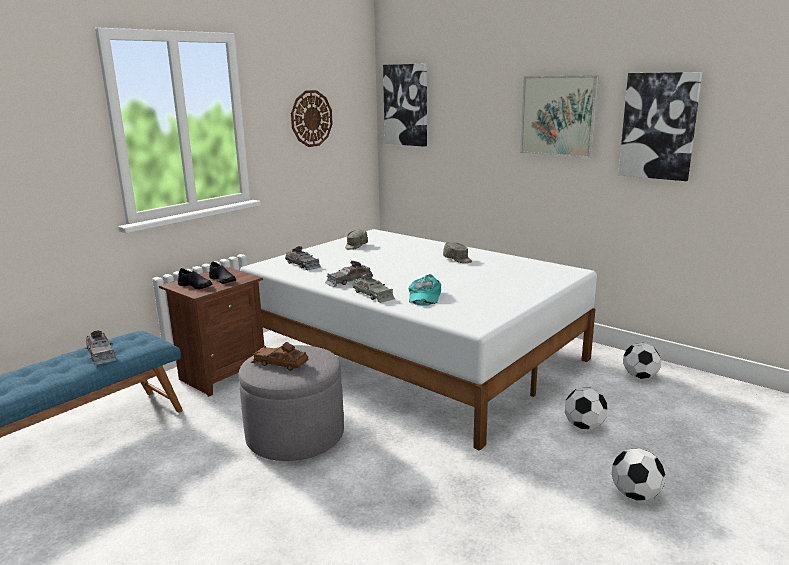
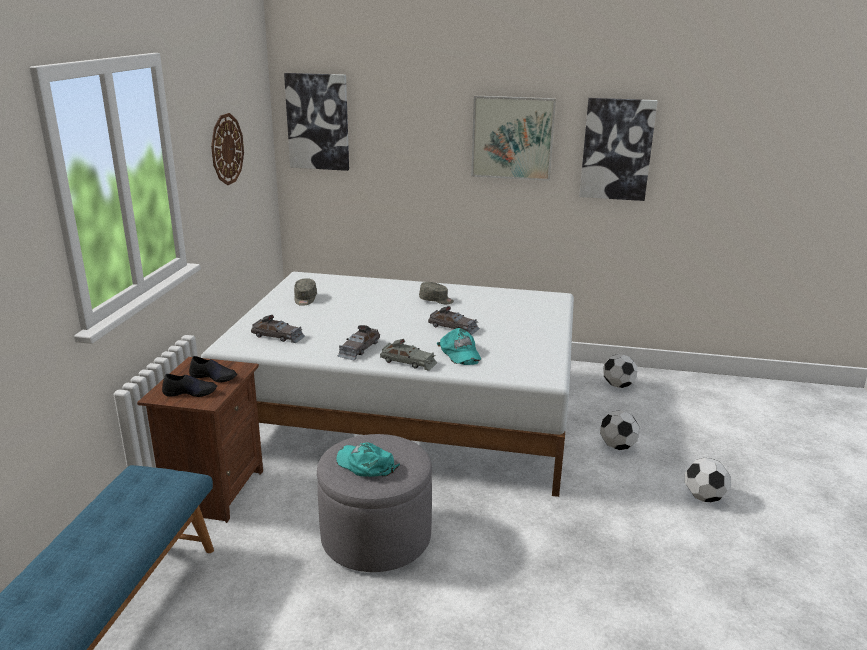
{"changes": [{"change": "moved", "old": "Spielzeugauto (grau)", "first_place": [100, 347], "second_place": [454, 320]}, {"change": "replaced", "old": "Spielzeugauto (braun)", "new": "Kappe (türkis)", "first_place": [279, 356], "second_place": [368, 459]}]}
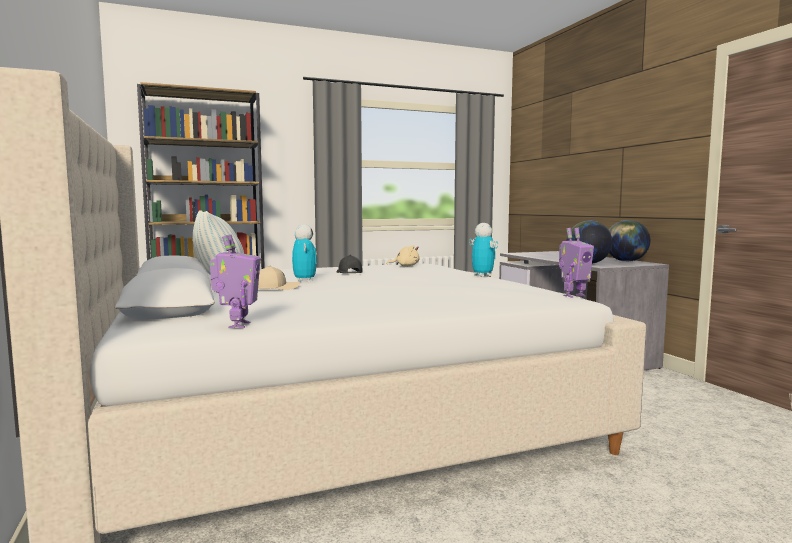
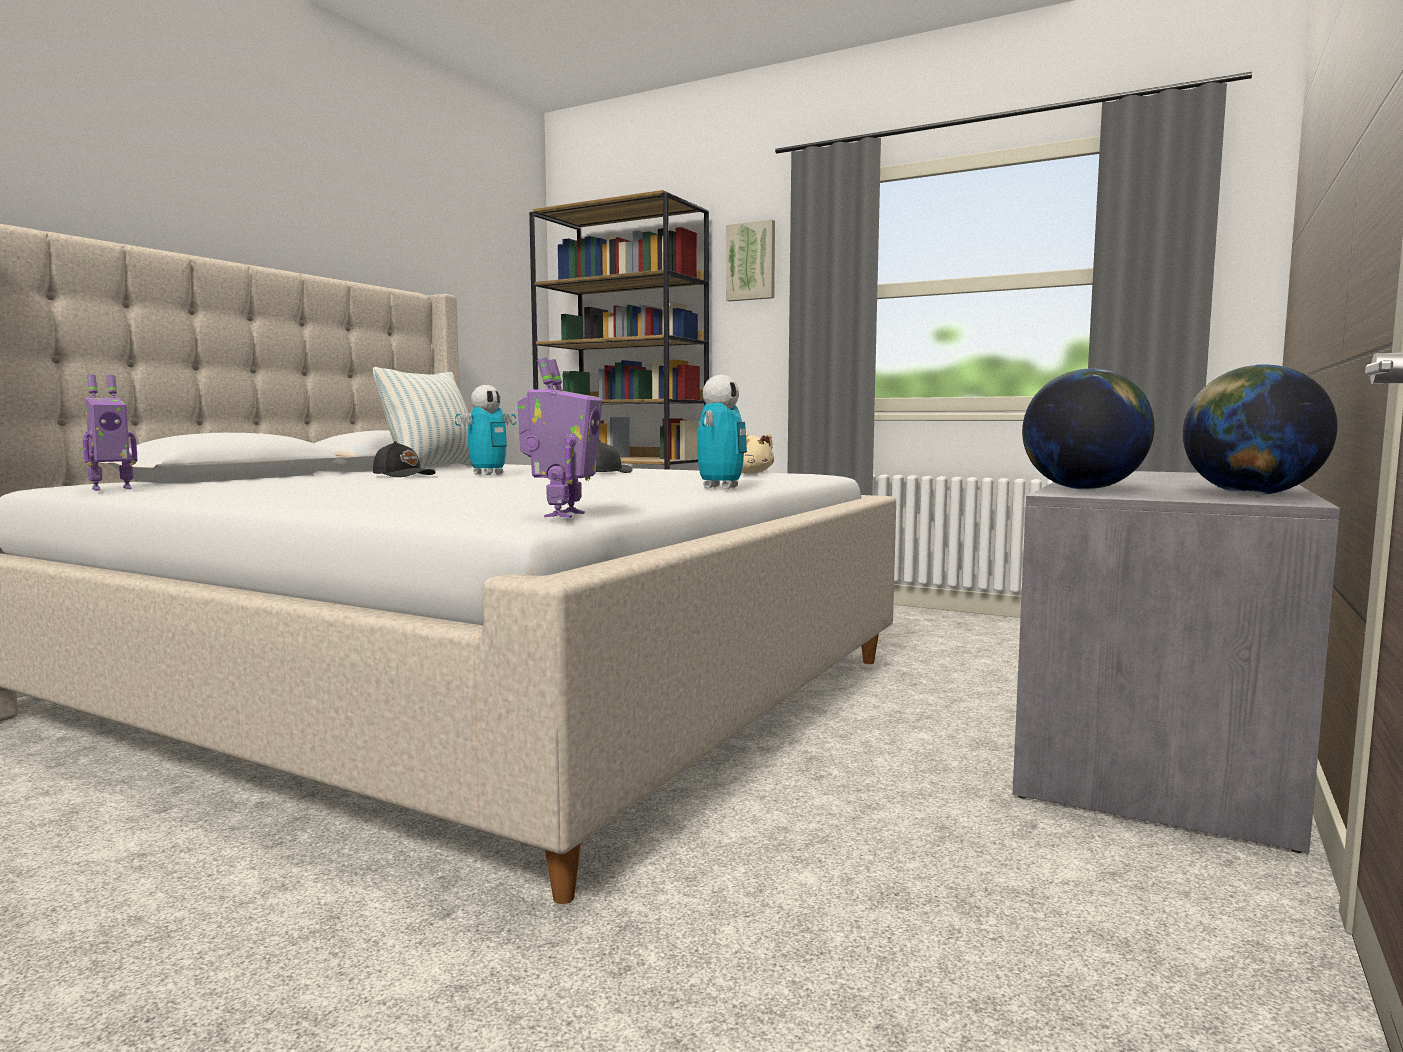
{"changes": [{"change": "added", "new": "Bild", "second_place": [750, 260]}, {"change": "recoloured", "old": "Kappe (beige)", "new": "Kappe (schwarz)", "first_place": [279, 277], "second_place": [404, 459]}, {"change": "turned", "old": "Spielzeugroboter", "first_place": [576, 263], "second_place": [559, 438], "degrees": -105}]}
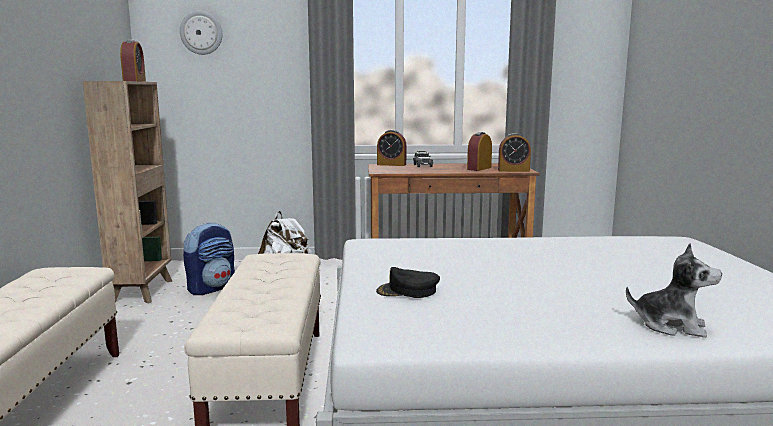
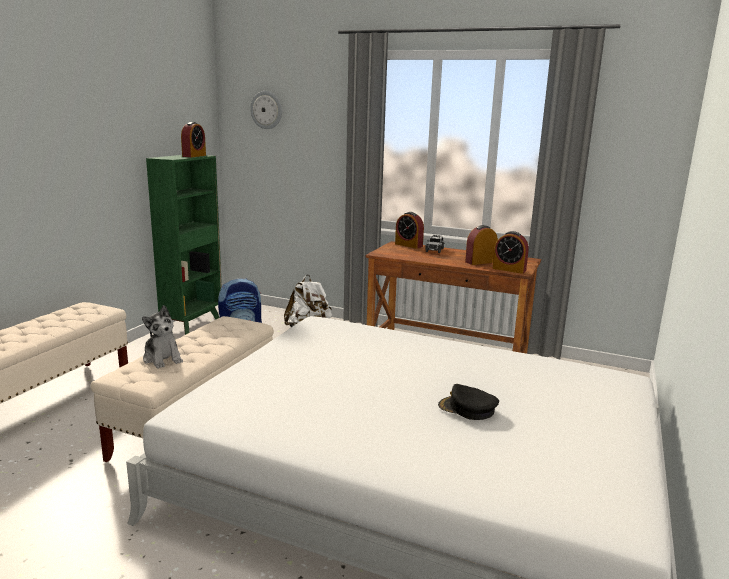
{"changes": [{"change": "moved", "old": "Kappe (schwarz)", "first_place": [408, 282], "second_place": [468, 402]}, {"change": "moved", "old": "Plüschtier", "first_place": [674, 290], "second_place": [162, 337]}, {"change": "recoloured", "old": "Bücherregal (braun)", "new": "Bücherregal (grün)", "first_place": [127, 192], "second_place": [184, 245]}]}
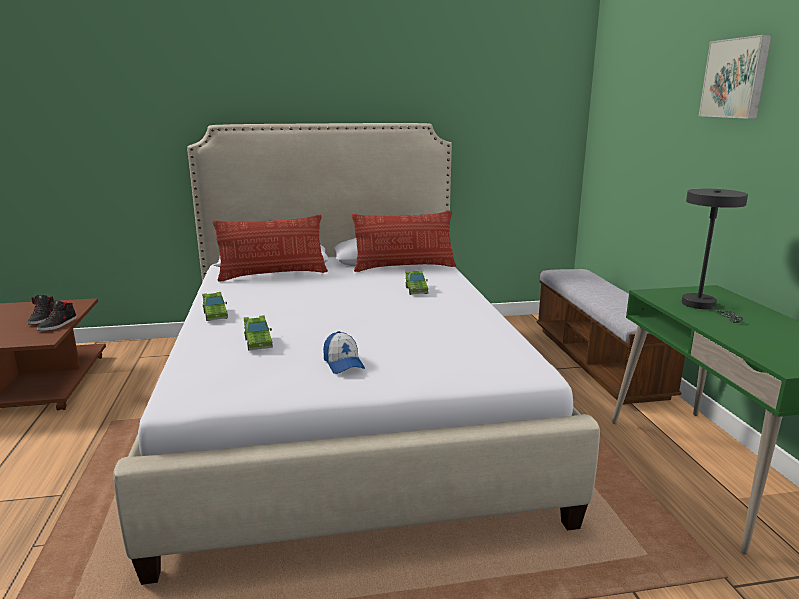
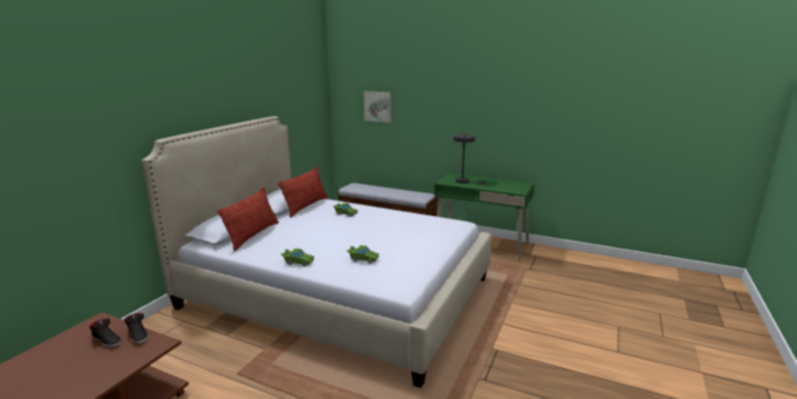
{"changes": [{"change": "removed", "old": "Kappe", "first_place": [344, 352]}, {"change": "moved", "old": "Bild", "first_place": [735, 77], "second_place": [377, 107]}]}
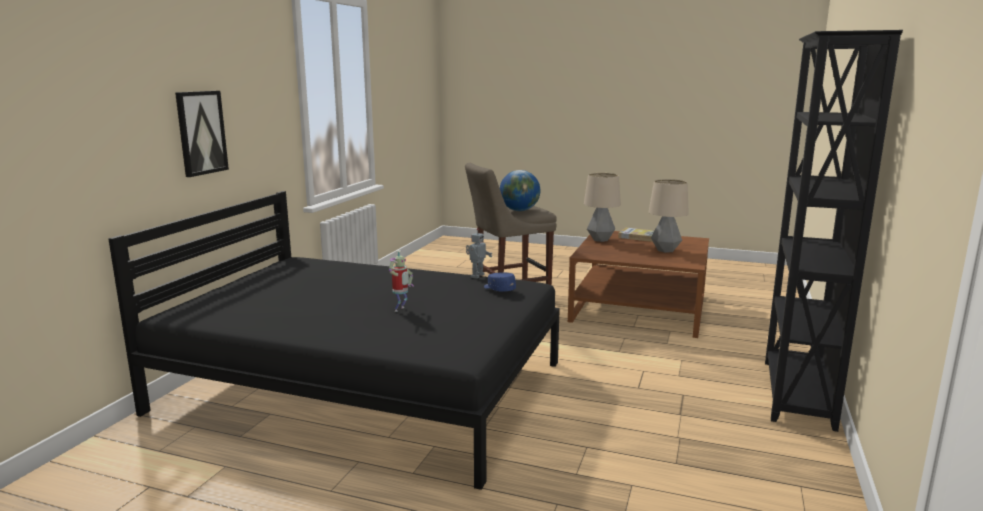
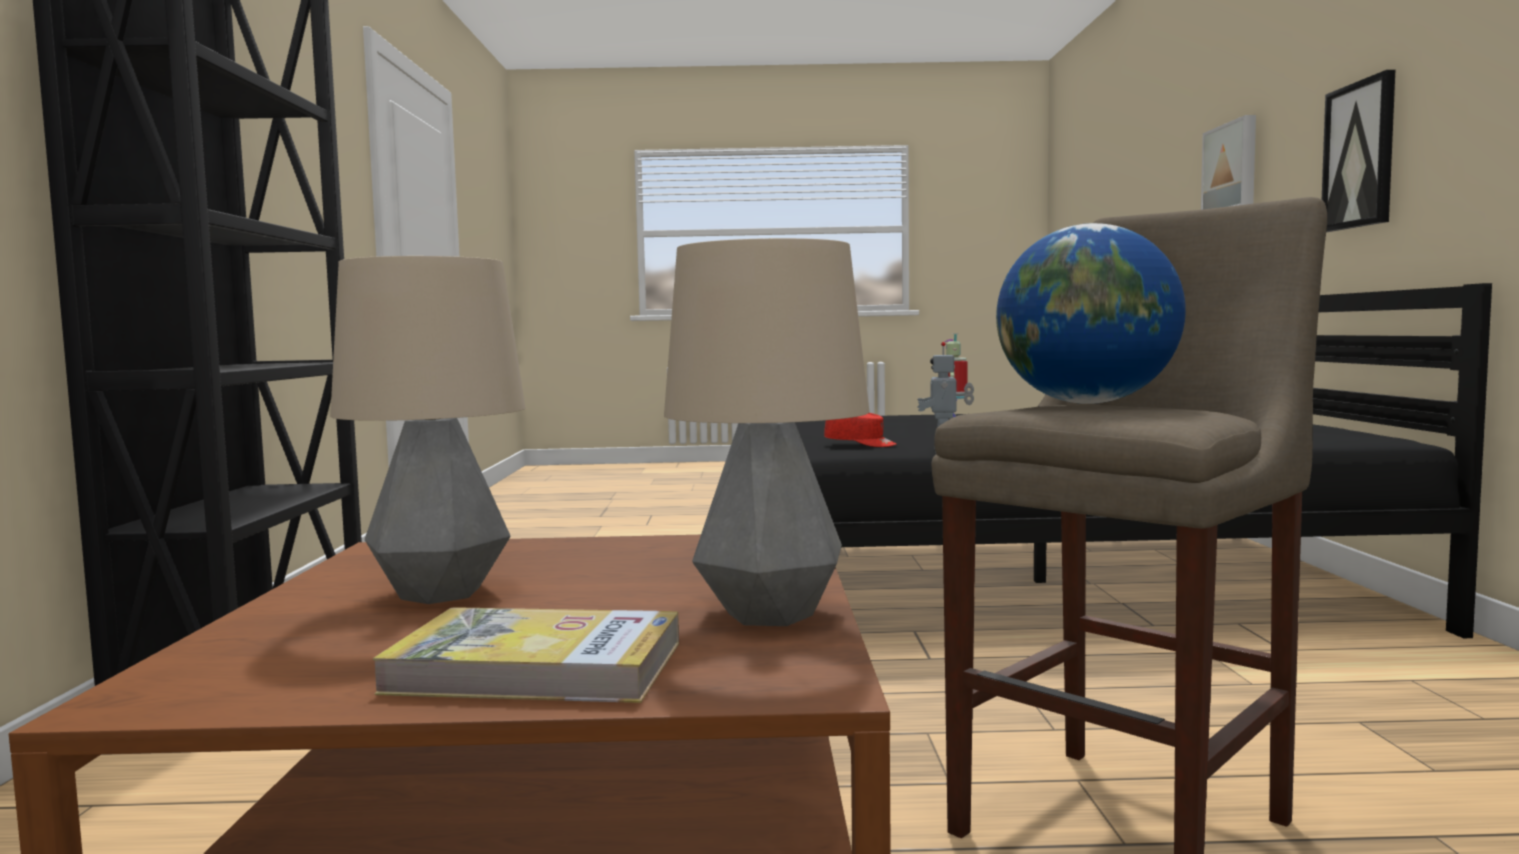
{"changes": [{"change": "added", "new": "Bild", "second_place": [1228, 162]}, {"change": "recoloured", "old": "Kappe (blau)", "new": "Kappe (rot)", "first_place": [500, 282], "second_place": [860, 430]}]}
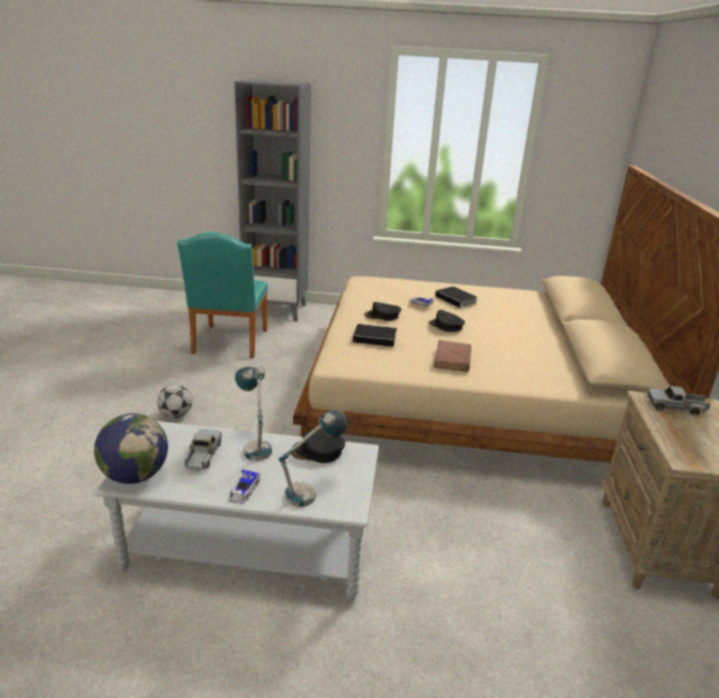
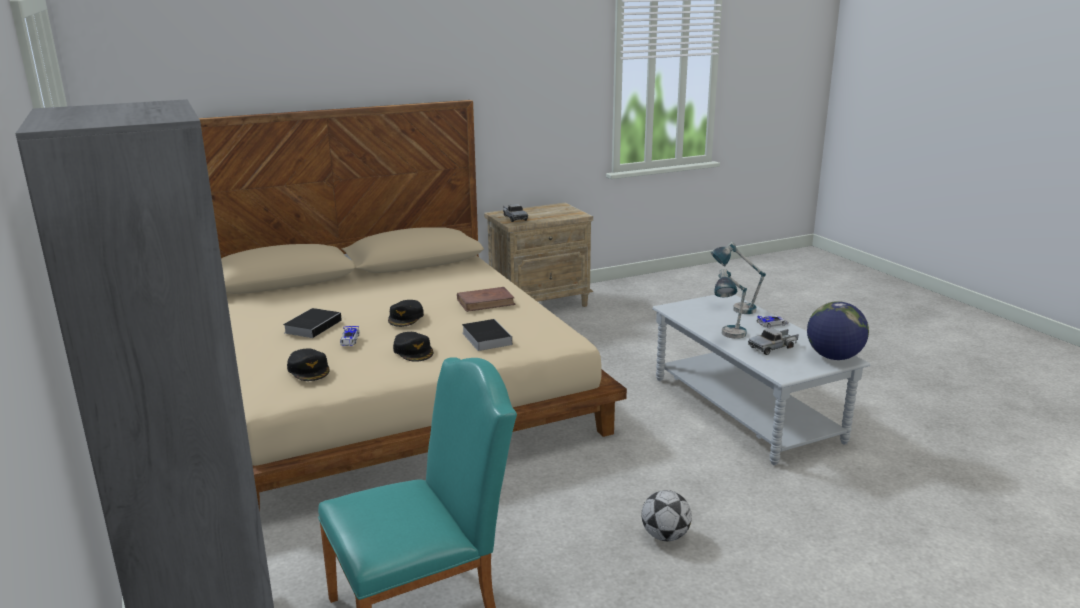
{"changes": [{"change": "moved", "old": "Kappe (schwarz)", "first_place": [318, 447], "second_place": [308, 365]}]}
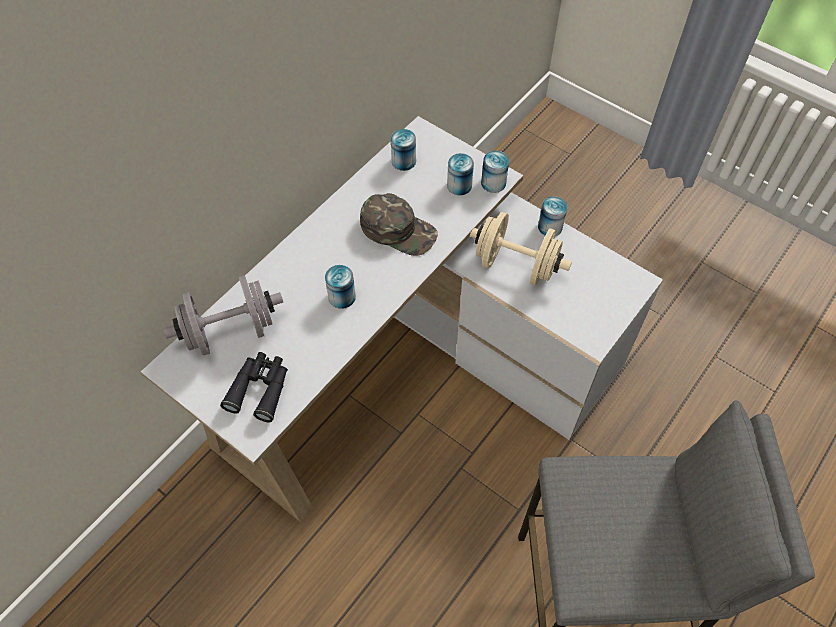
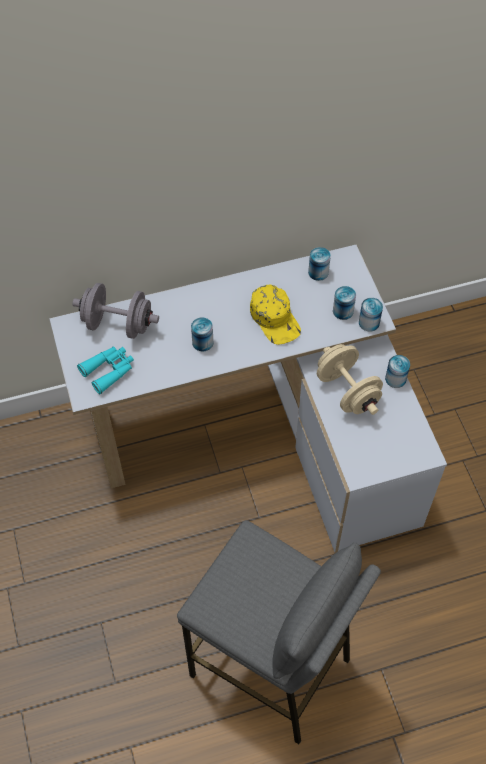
{"changes": [{"change": "recoloured", "old": "Fernglas (schwarz)", "new": "Fernglas (türkis)", "first_place": [254, 387], "second_place": [105, 370]}, {"change": "recoloured", "old": "Kappe (grün)", "new": "Kappe (gelb)", "first_place": [399, 224], "second_place": [275, 315]}]}
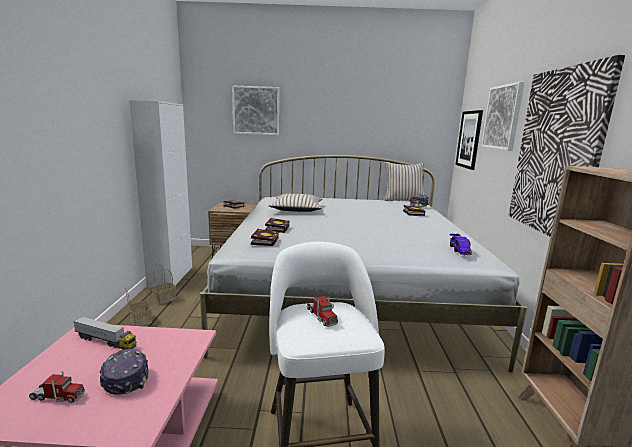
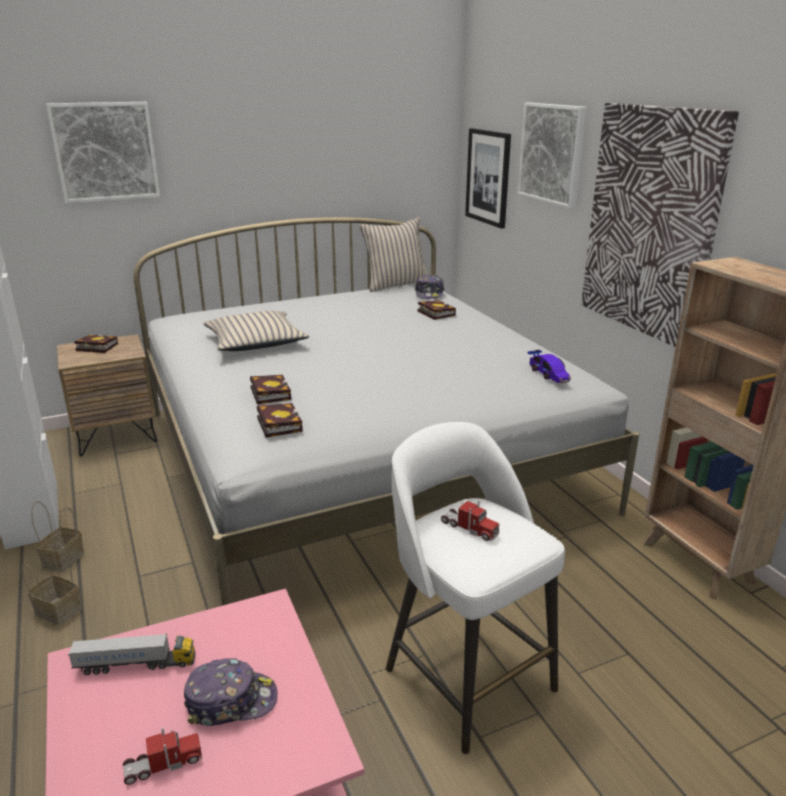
{"changes": [{"change": "turned", "old": "Kappe", "first_place": [124, 372], "second_place": [230, 692], "degrees": 135}]}
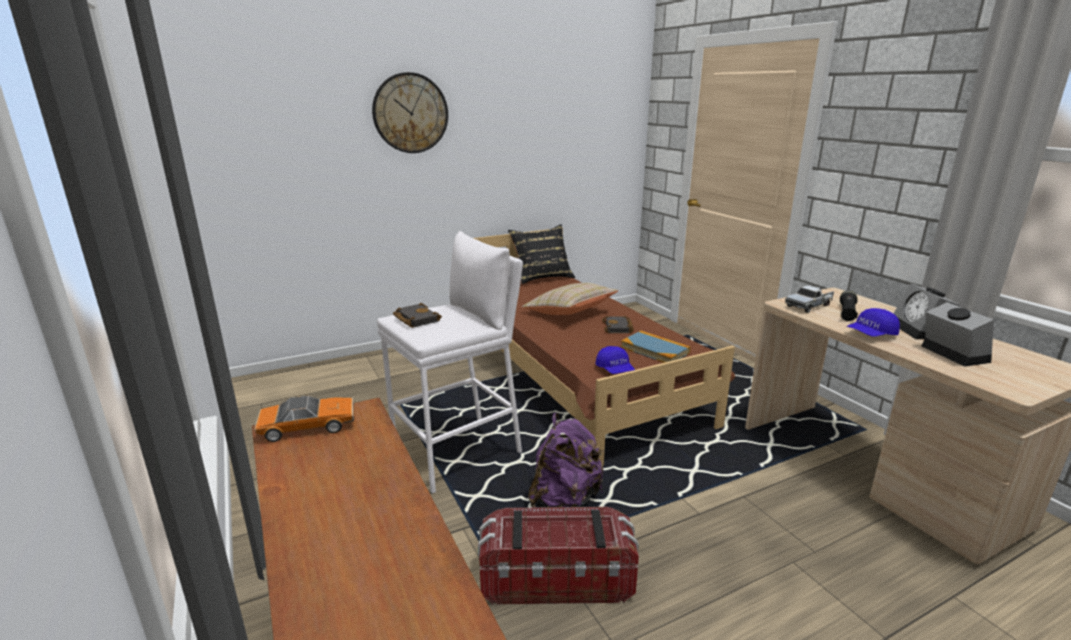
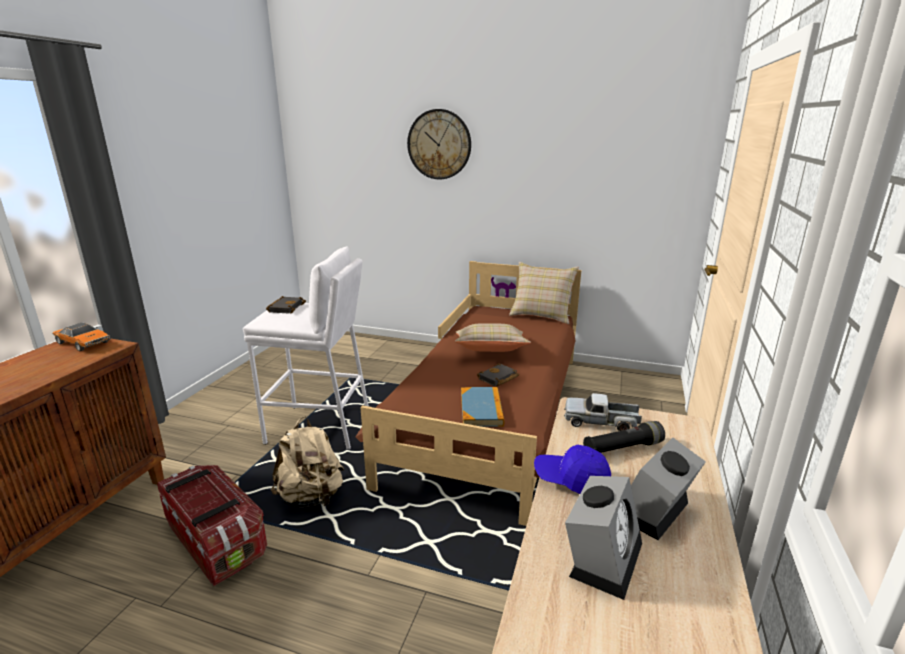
{"changes": [{"change": "removed", "old": "Kappe (blau)", "first_place": [615, 360]}, {"change": "recoloured", "old": "Kissen (schwarz)", "new": "Kissen (beige)", "first_place": [541, 254], "second_place": [544, 293]}, {"change": "recoloured", "old": "Rucksack (lila)", "new": "Rucksack (beige)", "first_place": [566, 460], "second_place": [307, 461]}]}
